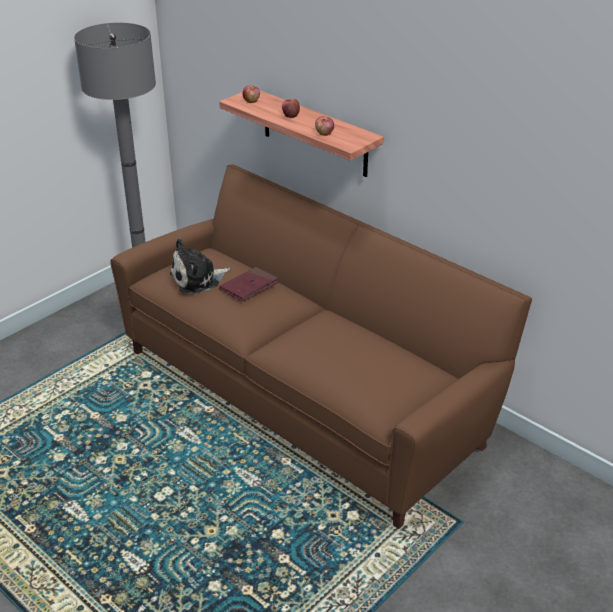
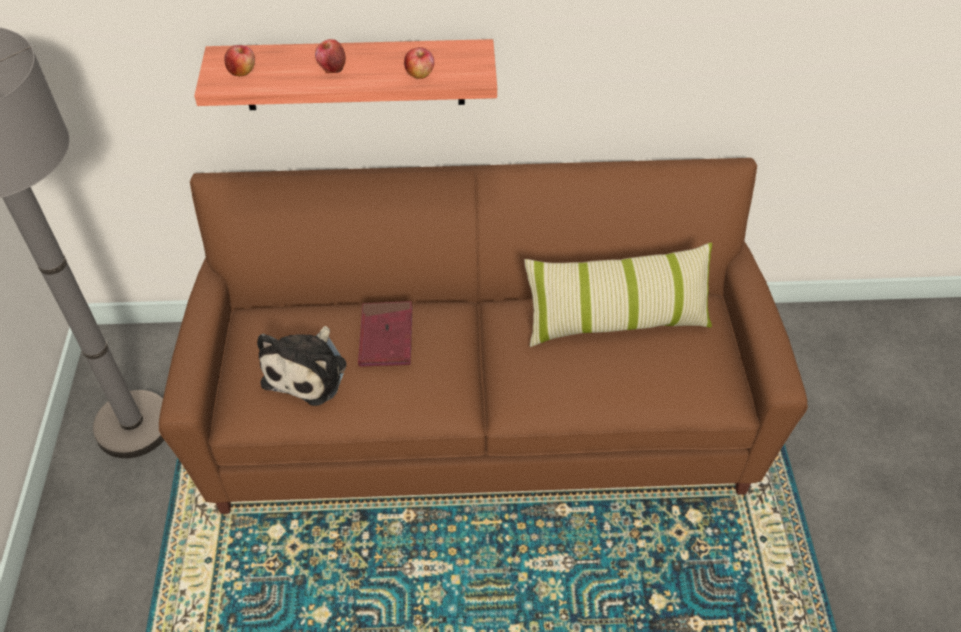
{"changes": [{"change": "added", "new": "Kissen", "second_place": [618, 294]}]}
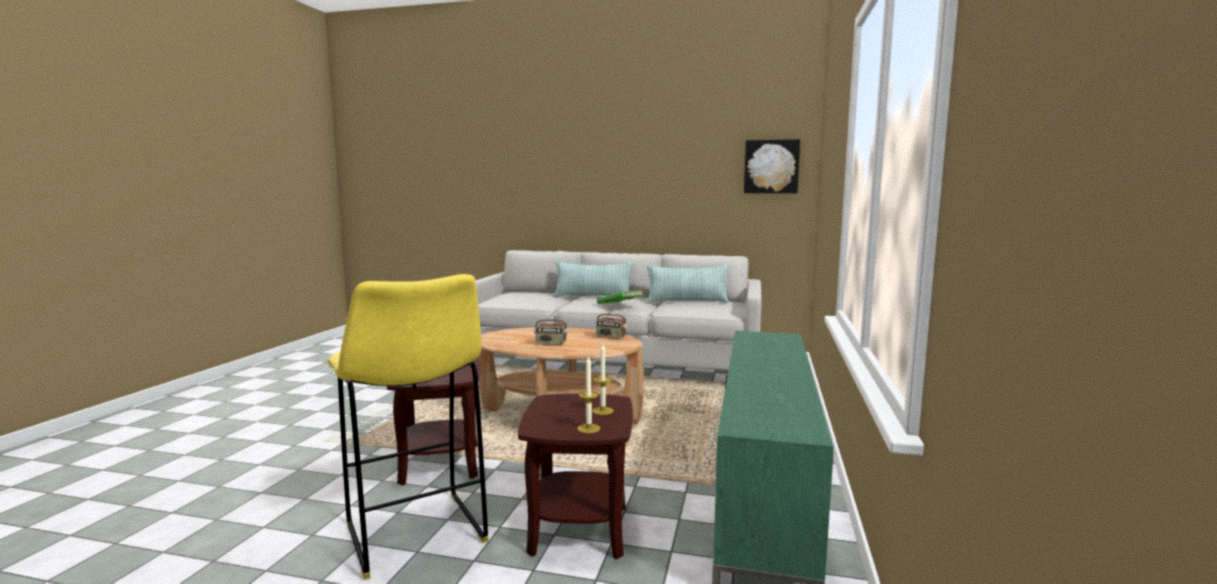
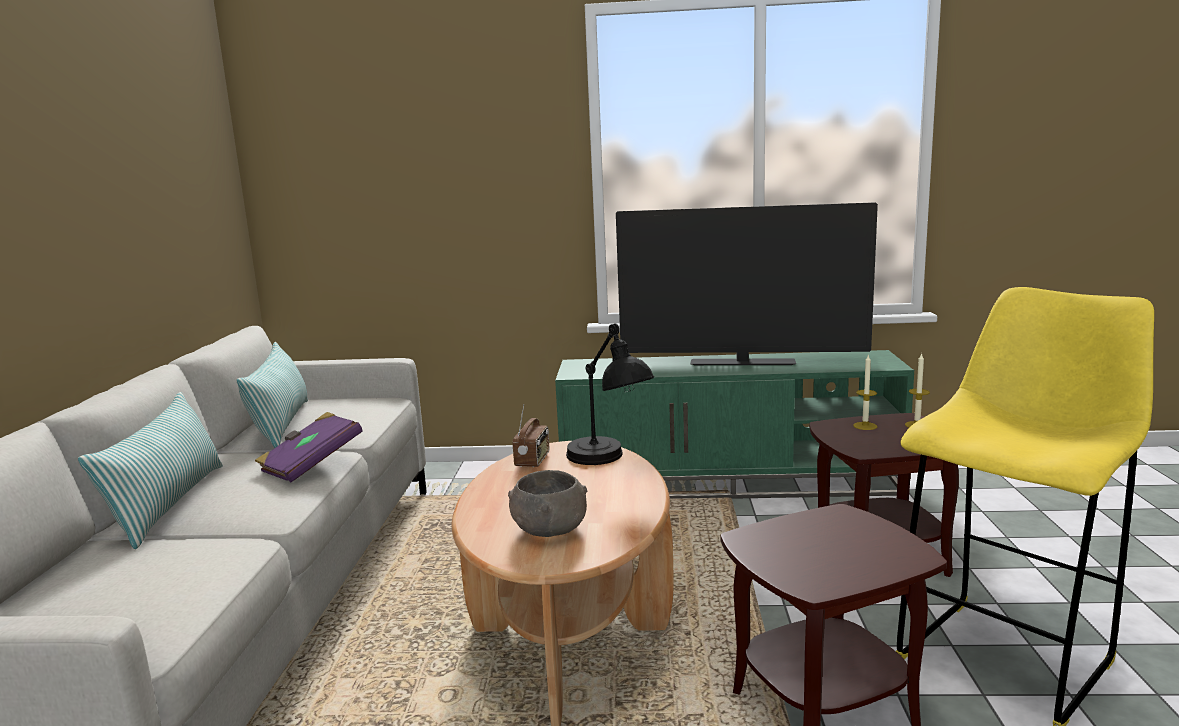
{"changes": [{"change": "removed", "old": "Radio", "first_place": [551, 327]}, {"change": "removed", "old": "Bild", "first_place": [772, 166]}, {"change": "added", "new": "Schüssel (grau)", "second_place": [547, 503]}, {"change": "added", "new": "Tischlampe (schwarz)", "second_place": [610, 394]}, {"change": "added", "new": "Fernseher", "second_place": [747, 283]}, {"change": "recoloured", "old": "Buch (grün)", "new": "Buch (lila)", "first_place": [620, 296], "second_place": [309, 447]}]}
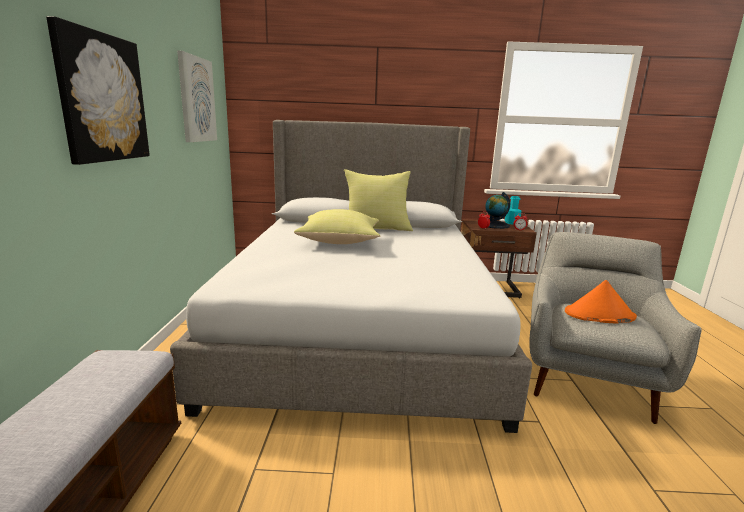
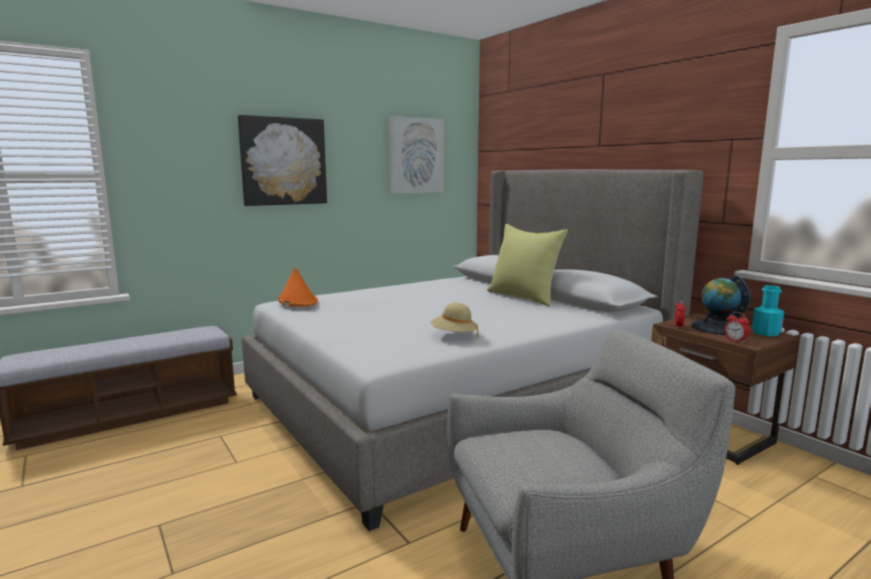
{"changes": [{"change": "removed", "old": "Kissen (gelb)", "first_place": [337, 226]}, {"change": "added", "new": "Hut (beige)", "second_place": [454, 320]}, {"change": "moved", "old": "Hut (orange)", "first_place": [601, 301], "second_place": [298, 287]}]}
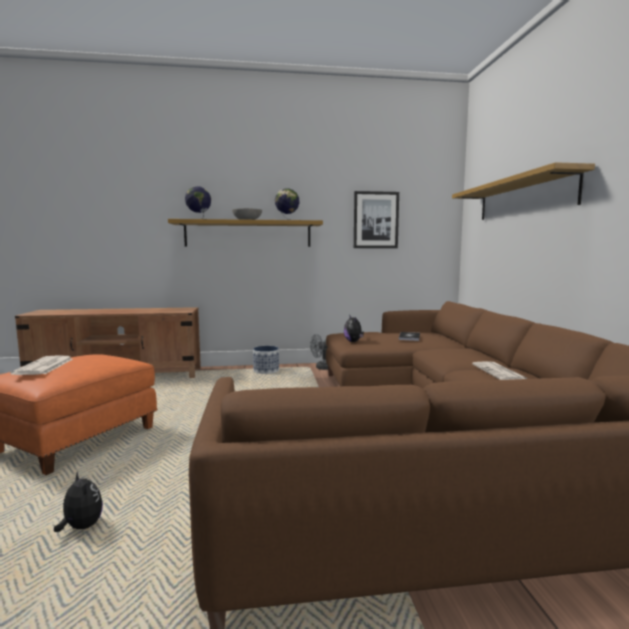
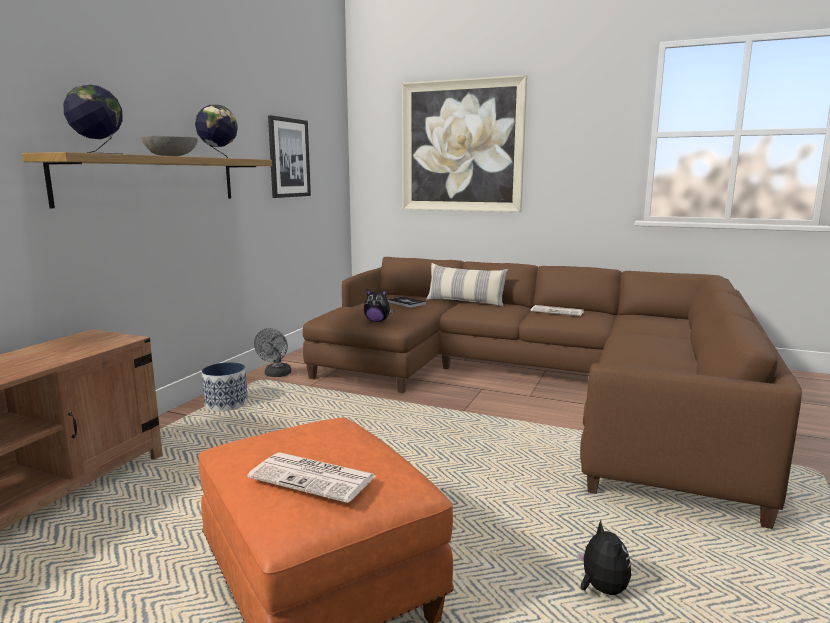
{"changes": [{"change": "added", "new": "Kissen", "second_place": [467, 285]}, {"change": "replaced", "old": "Wandregal", "new": "Bild", "first_place": [523, 191], "second_place": [464, 143]}, {"change": "turned", "old": "Plüschtier", "first_place": [78, 501], "second_place": [604, 557], "degrees": 90}]}
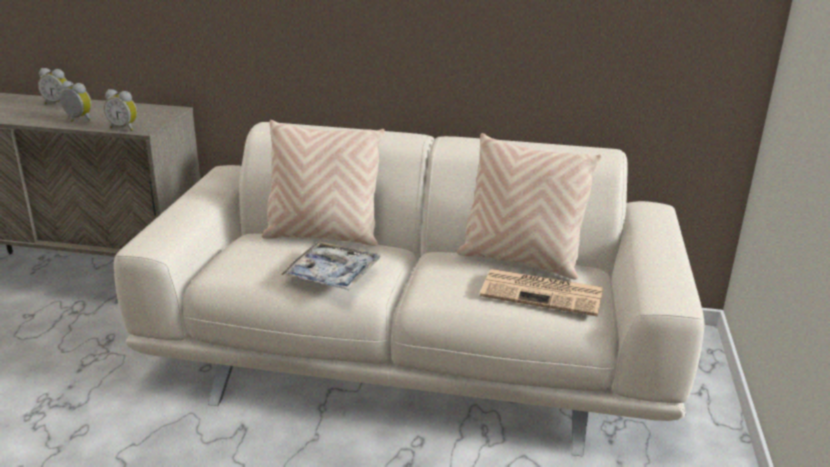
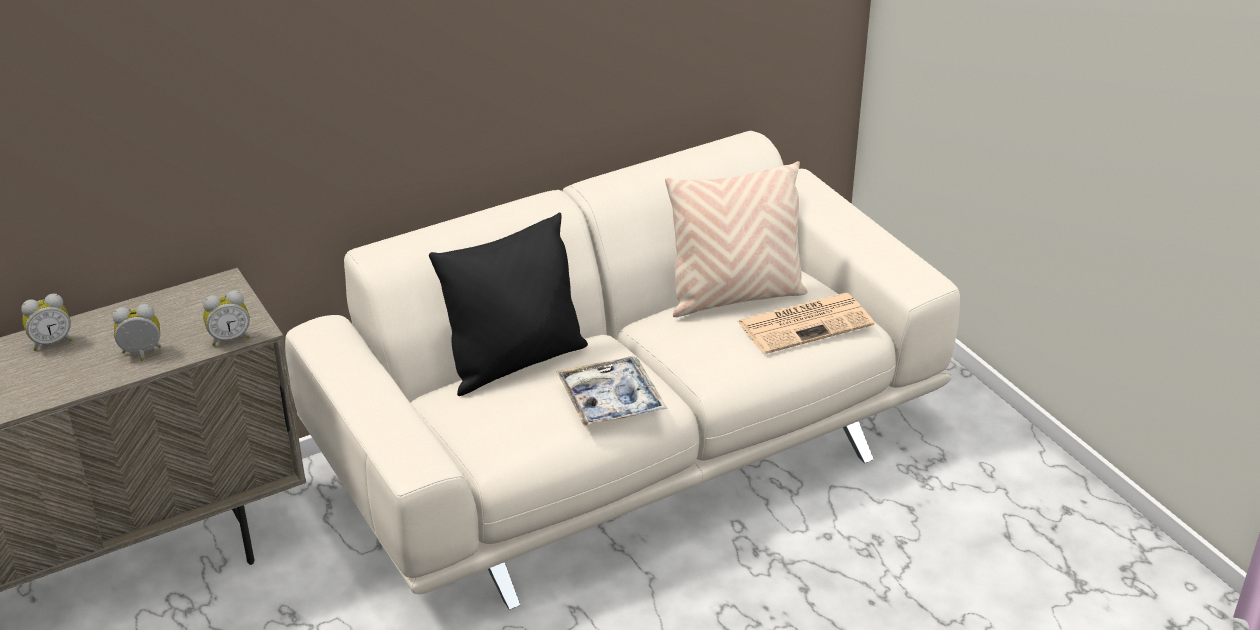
{"changes": [{"change": "recoloured", "old": "Kissen (beige)", "new": "Kissen (schwarz)", "first_place": [323, 183], "second_place": [508, 304]}]}
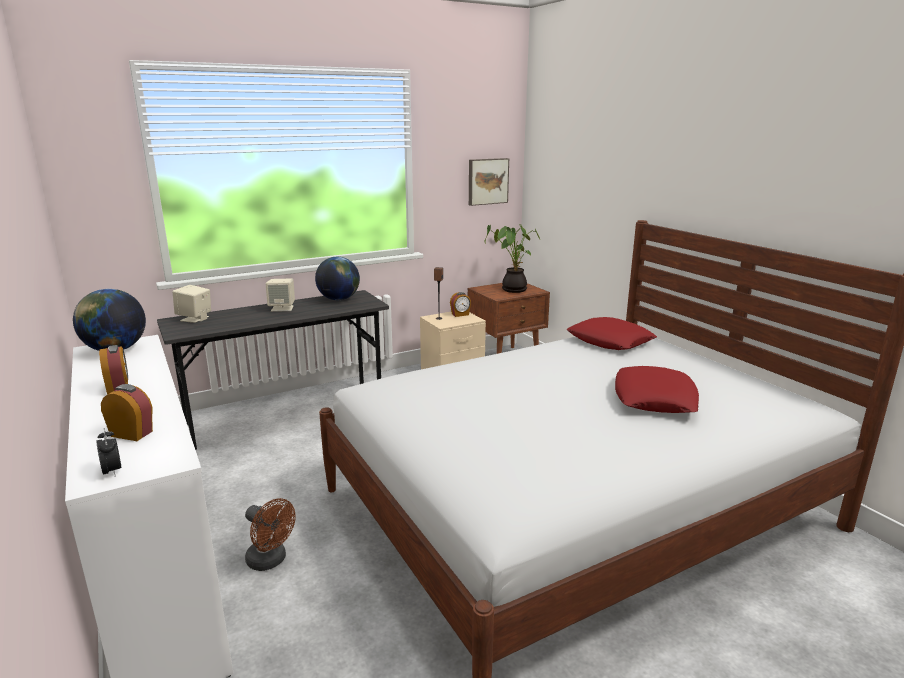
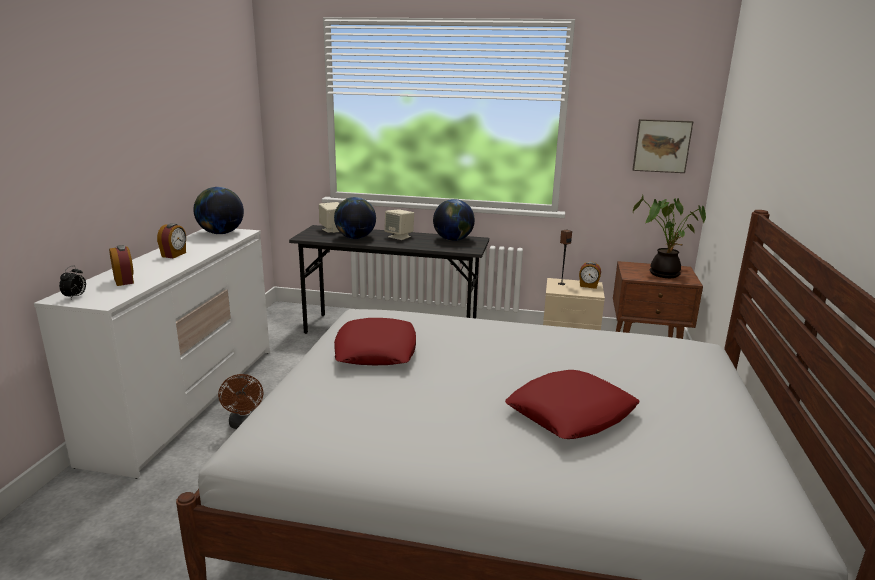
{"changes": [{"change": "added", "new": "Globus", "second_place": [355, 218]}, {"change": "moved", "old": "Kissen (rot)", "first_place": [612, 333], "second_place": [375, 341]}]}
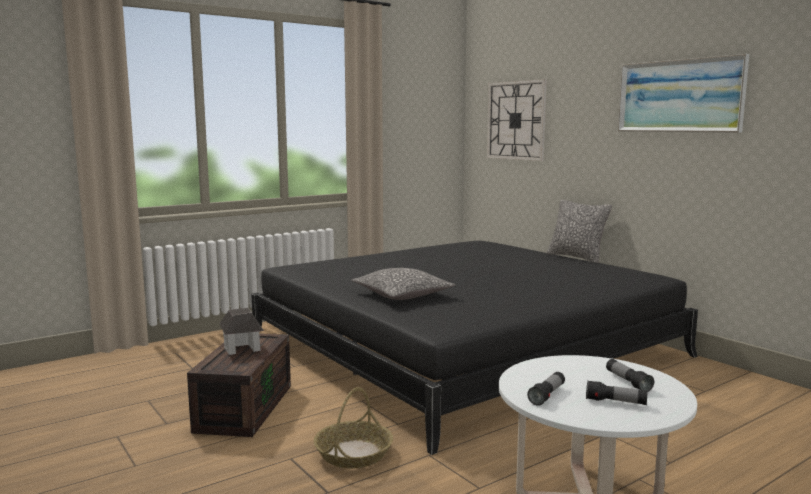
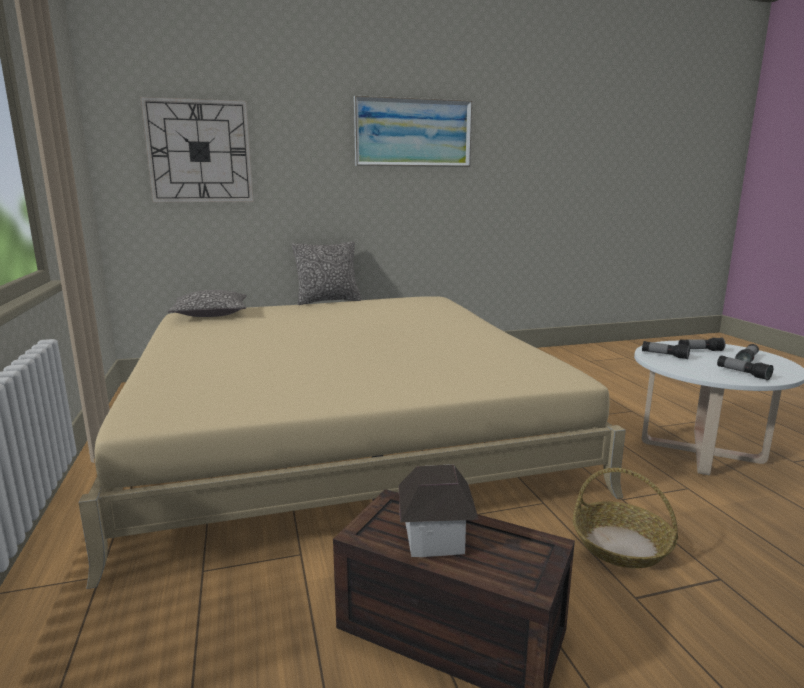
{"changes": [{"change": "added", "new": "Taschenlampe", "second_place": [666, 350]}, {"change": "moved", "old": "Kissen", "first_place": [403, 284], "second_place": [207, 303]}, {"change": "recoloured", "old": "Bett (schwarz)", "new": "Bett (beige)", "first_place": [474, 348], "second_place": [352, 442]}]}
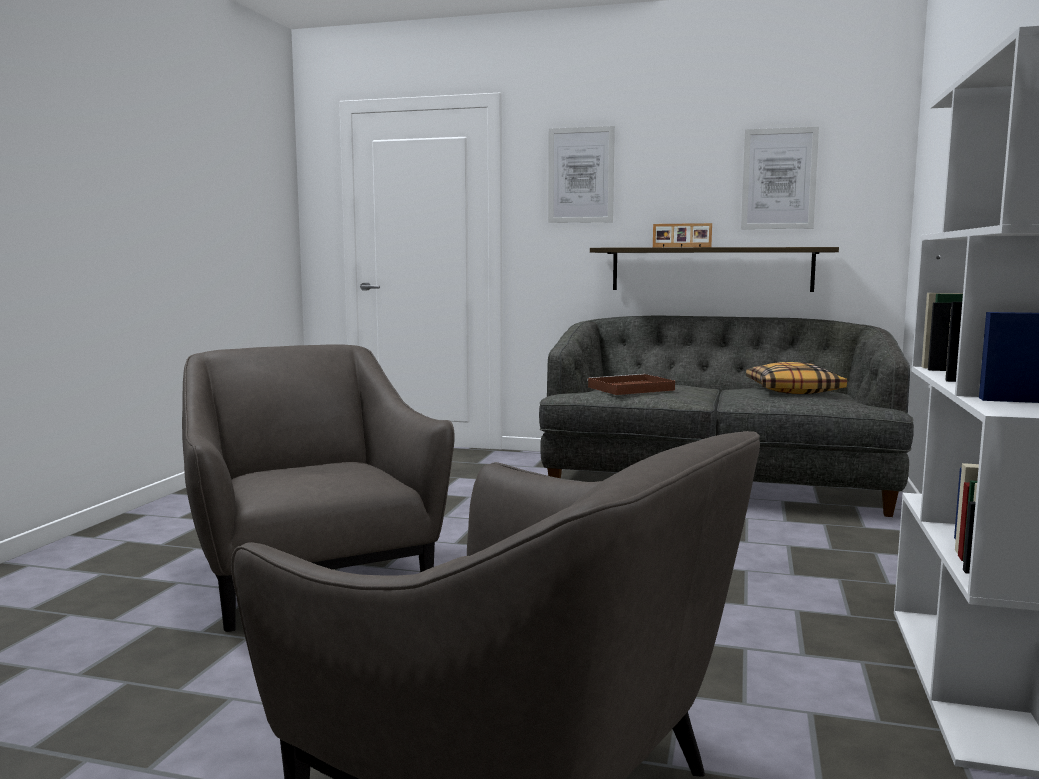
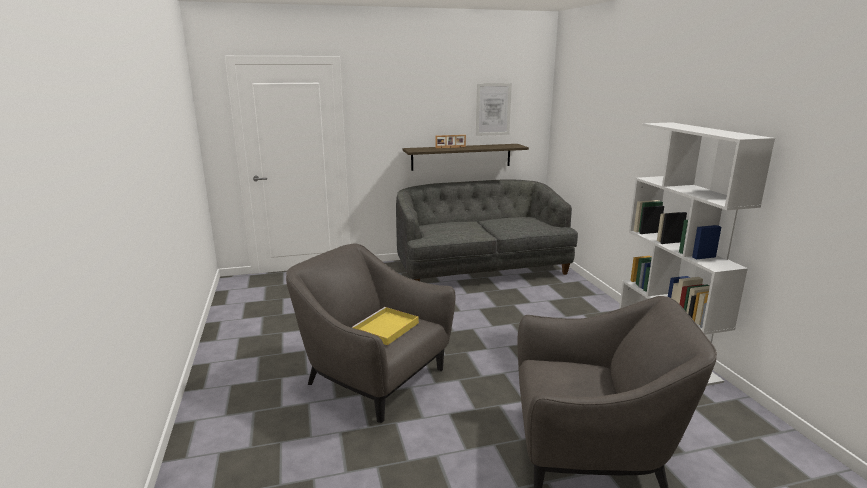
{"changes": [{"change": "removed", "old": "Bild", "first_place": [581, 174]}, {"change": "removed", "old": "Tablett (braun)", "first_place": [631, 384]}, {"change": "removed", "old": "Kissen", "first_place": [796, 378]}, {"change": "added", "new": "Tablett (gelb)", "second_place": [385, 326]}]}
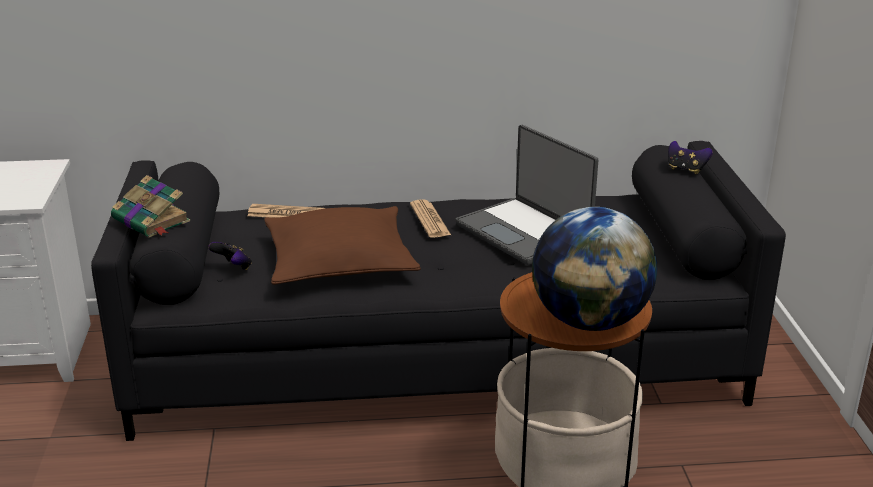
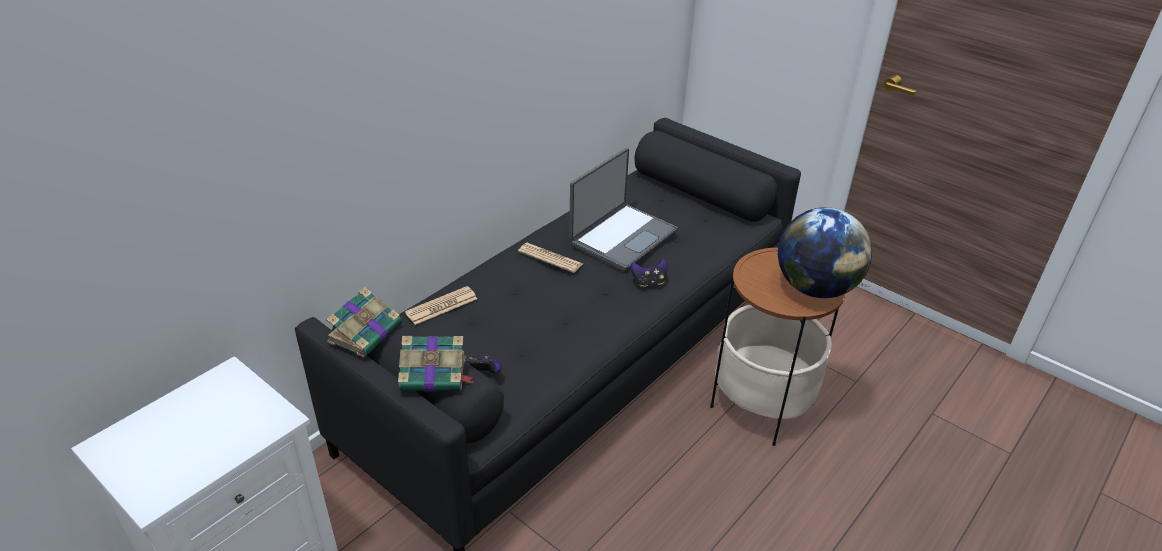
{"changes": [{"change": "removed", "old": "Kissen (braun)", "first_place": [342, 245]}, {"change": "added", "new": "Buch", "second_place": [364, 322]}, {"change": "moved", "old": "Gamepad", "first_place": [690, 157], "second_place": [648, 273]}, {"change": "turned", "old": "Laptop", "first_place": [526, 195], "second_place": [623, 209], "degrees": -60}]}
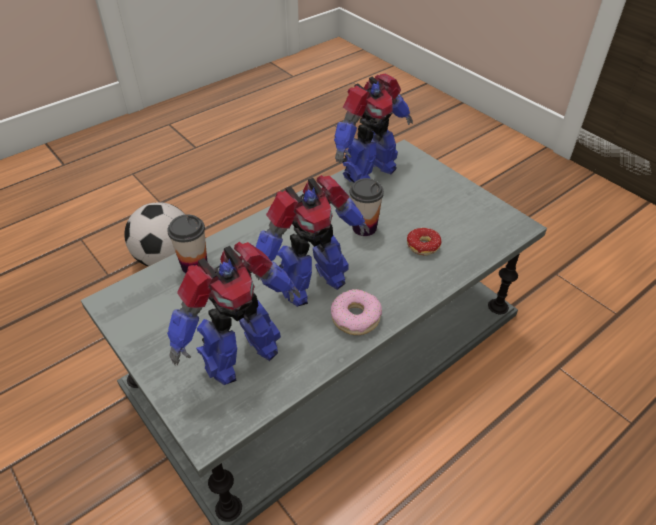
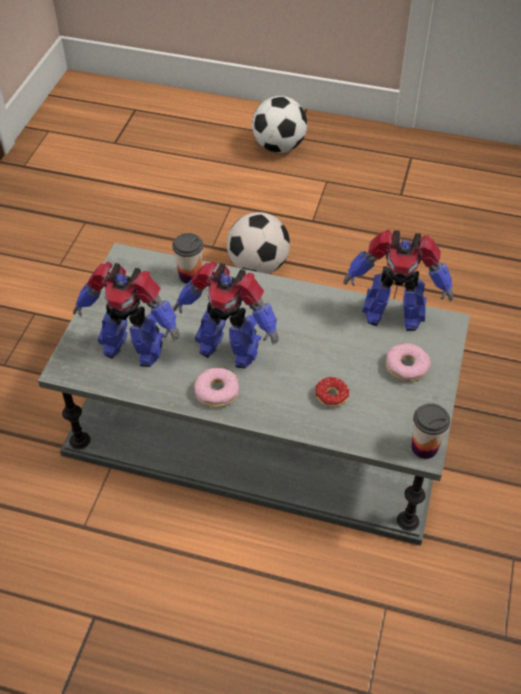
{"changes": [{"change": "added", "new": "Fußball", "second_place": [279, 124]}, {"change": "added", "new": "Donut", "second_place": [408, 362]}, {"change": "moved", "old": "Tasse", "first_place": [367, 207], "second_place": [430, 431]}]}
